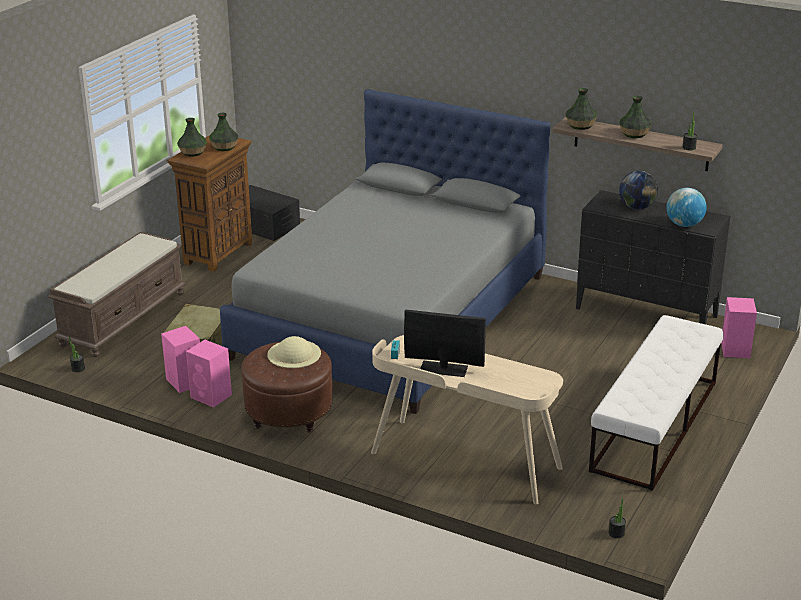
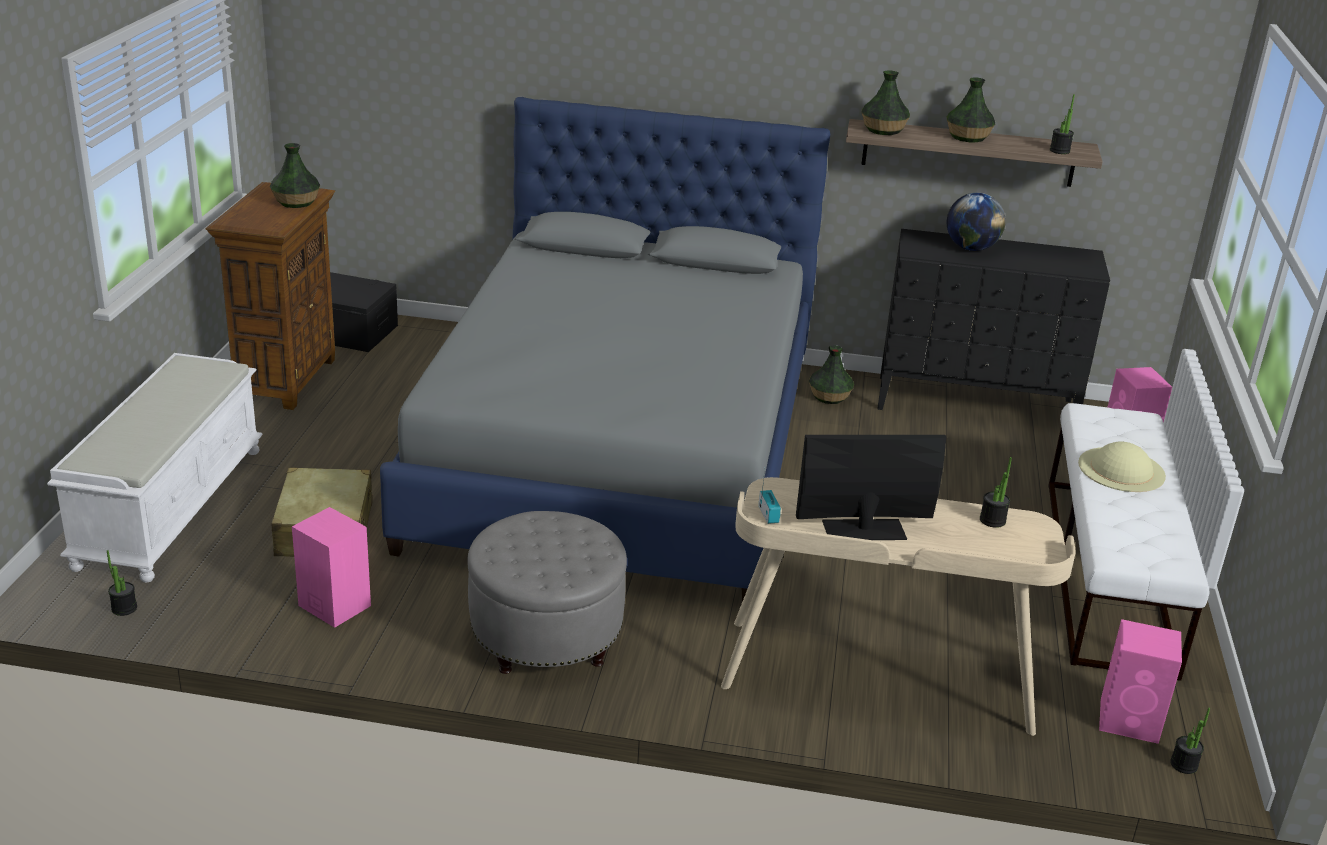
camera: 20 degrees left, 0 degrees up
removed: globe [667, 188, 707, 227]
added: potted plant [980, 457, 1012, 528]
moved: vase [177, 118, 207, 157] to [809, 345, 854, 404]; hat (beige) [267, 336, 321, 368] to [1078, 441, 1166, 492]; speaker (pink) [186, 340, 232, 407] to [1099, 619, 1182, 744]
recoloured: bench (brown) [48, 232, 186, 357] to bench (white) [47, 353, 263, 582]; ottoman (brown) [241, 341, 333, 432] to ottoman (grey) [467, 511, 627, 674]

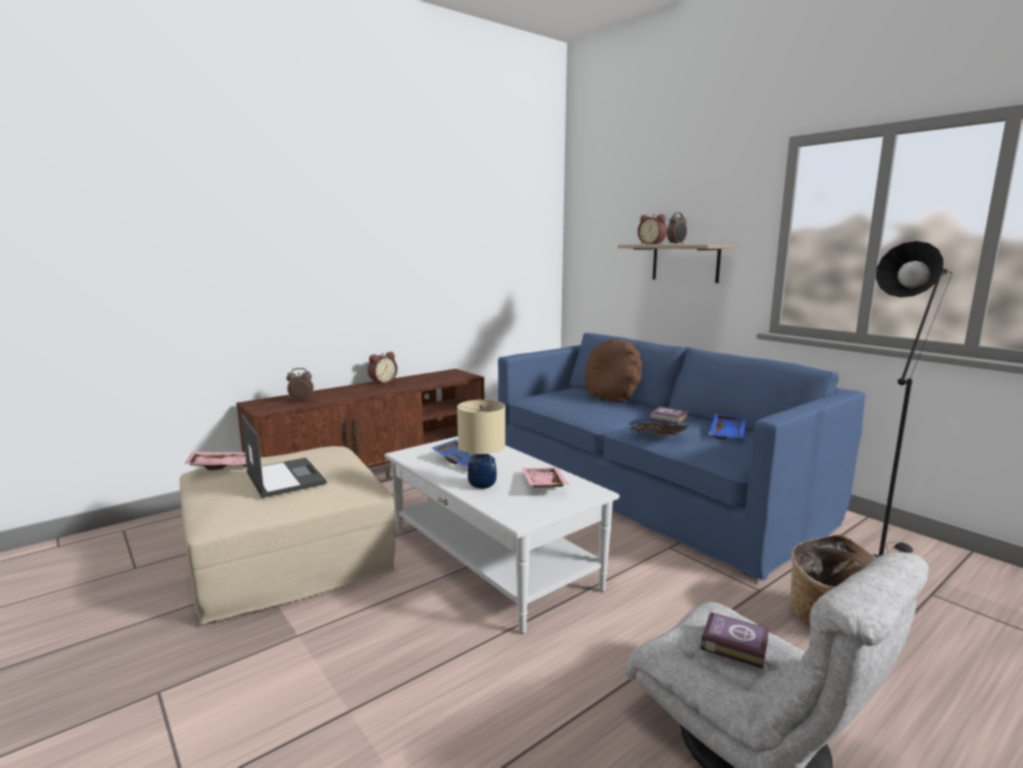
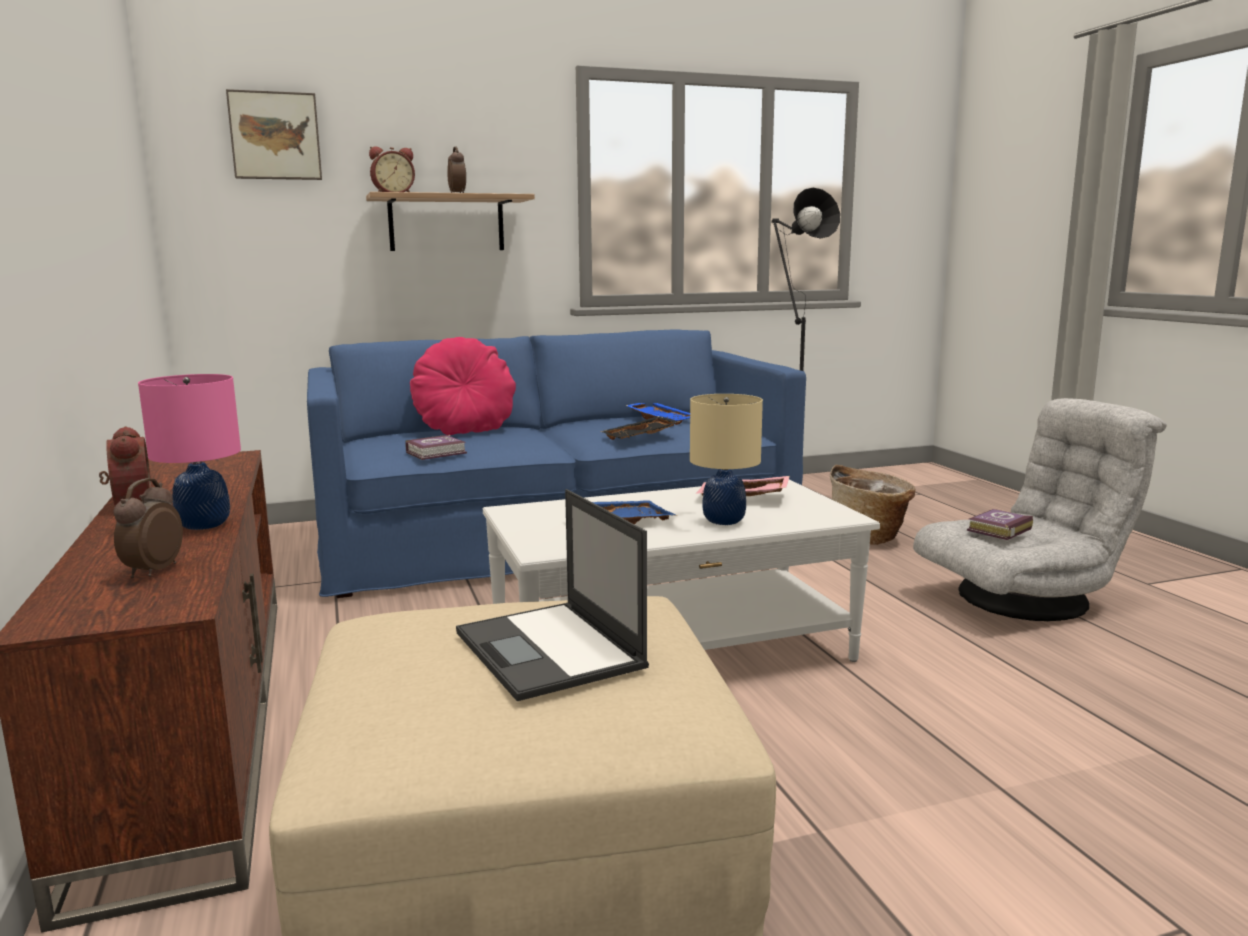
camera: 70 degrees left, 0 degrees up
removed: tray (pink) [185, 452, 247, 470]
added: picture [226, 89, 322, 180]; table lamp (pink) [138, 374, 241, 530]
moved: book [649, 406, 688, 425] to [405, 435, 467, 460]
recoloured: pillow (brown) [584, 339, 642, 403] to pillow (pink) [410, 337, 516, 435]
turned: laptop [241, 415, 327, 498] = [456, 489, 649, 701] 105 degrees counterclockwise

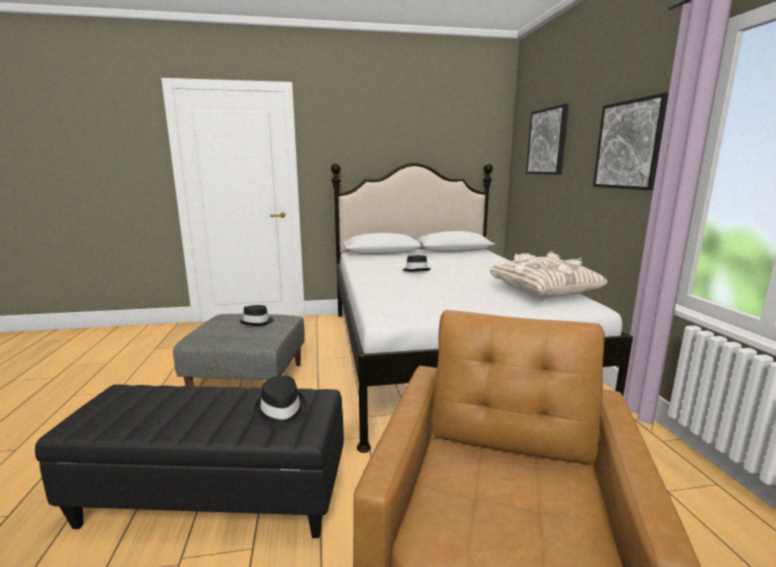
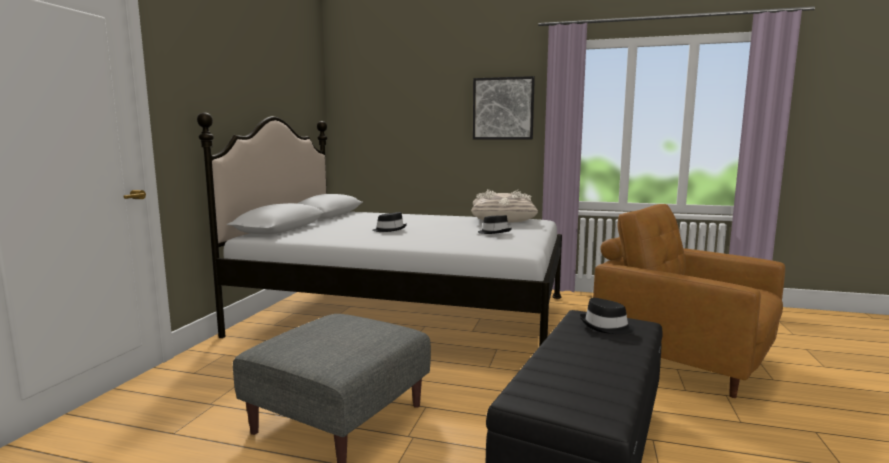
camera: 65 degrees left, 5 degrees down
removed: picture [526, 104, 569, 174]
moved: hat (black) [240, 305, 274, 326] to [478, 215, 512, 234]

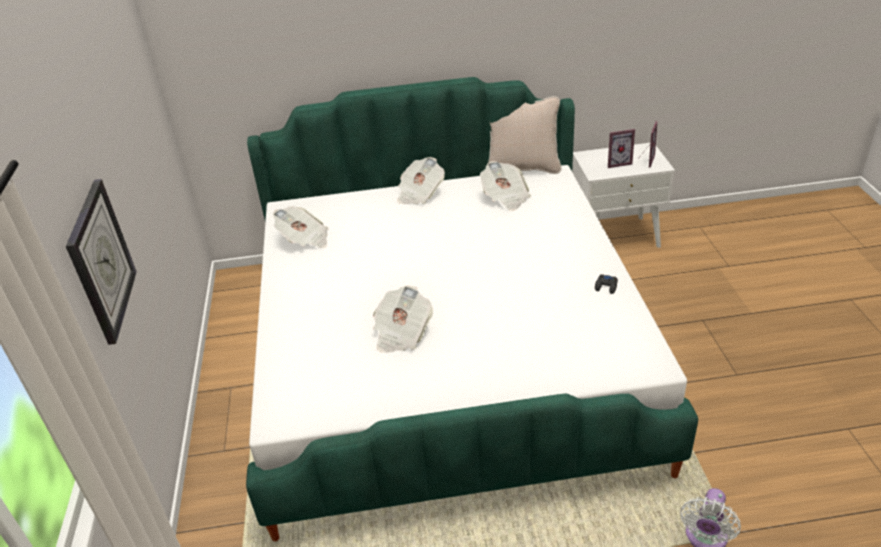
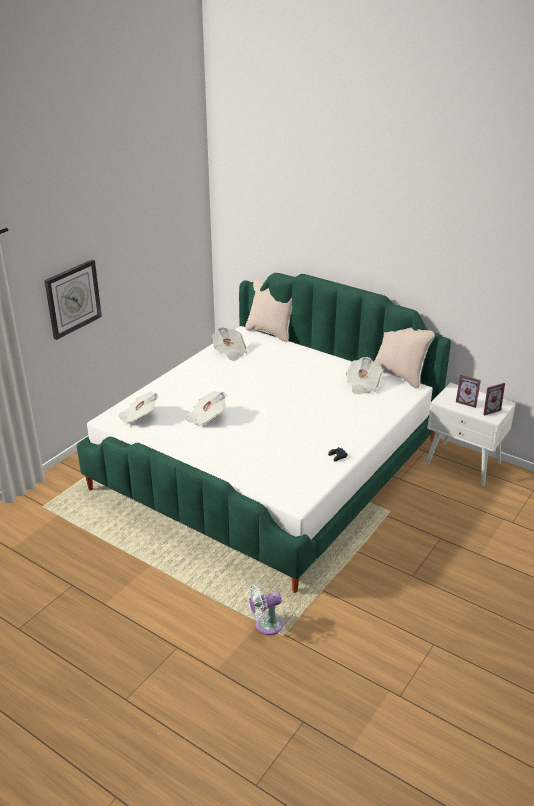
camera: 40 degrees right, 5 degrees down
added: pillow (beige) [245, 279, 292, 342]
moved: newspaper [397, 157, 445, 204] to [118, 391, 159, 425]

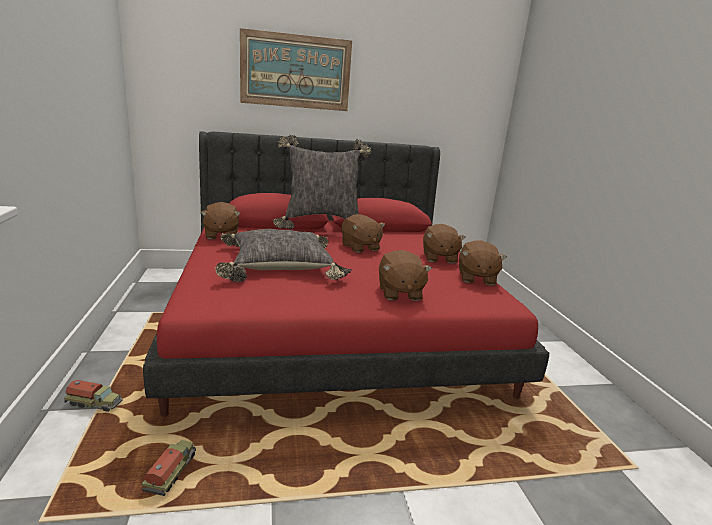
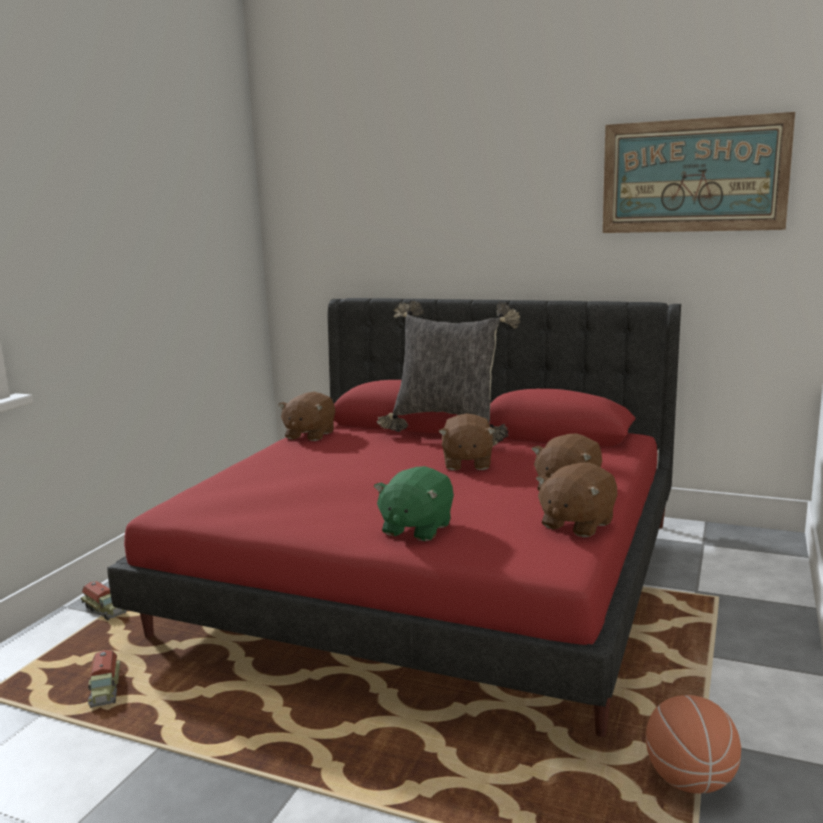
camera: 35 degrees right, 5 degrees down
removed: pillow [215, 229, 352, 282]
added: basketball [646, 695, 741, 794]
moved: picture [240, 28, 352, 111] to [603, 112, 795, 233]
recoloured: plush toy (brown) [379, 250, 432, 301] to plush toy (green) [374, 466, 454, 541]
turned: toy truck [142, 440, 196, 496] = [88, 650, 120, 708] 120 degrees clockwise

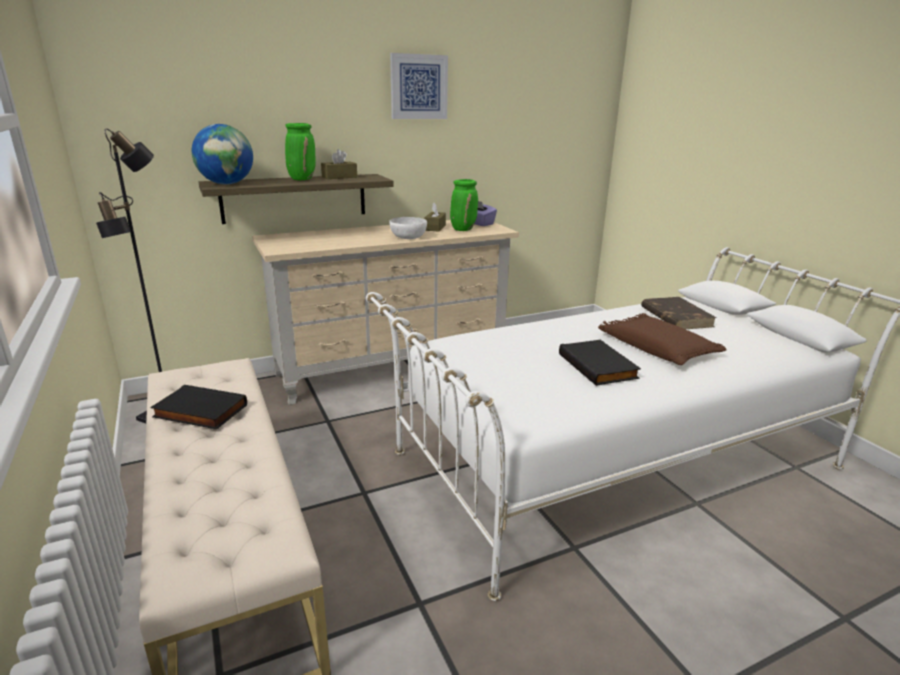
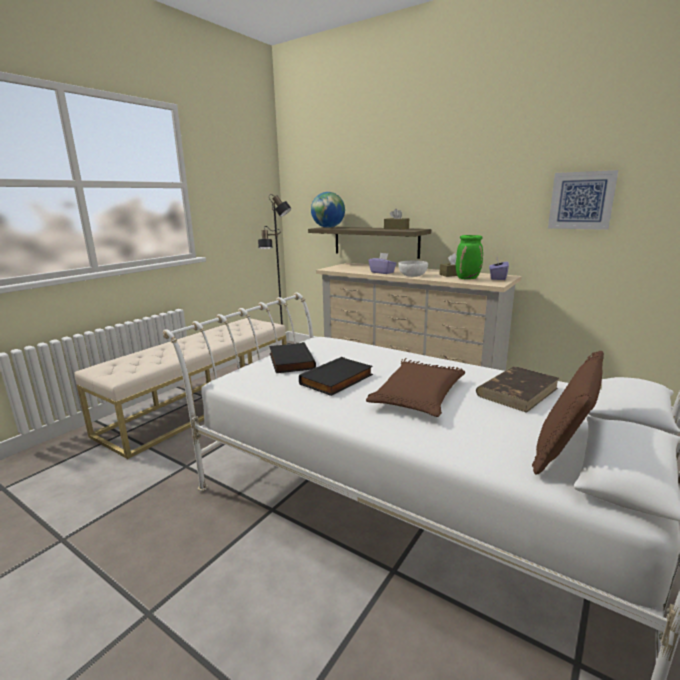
camera: 60 degrees right, 5 degrees down
removed: vase (green) [285, 123, 316, 180]
added: tissue box (purple) [369, 253, 397, 274]; pillow (brown) [532, 351, 604, 475]
moved: picture [390, 53, 448, 119] to [548, 170, 618, 230]; book (black) [150, 385, 247, 429] to [269, 342, 316, 373]

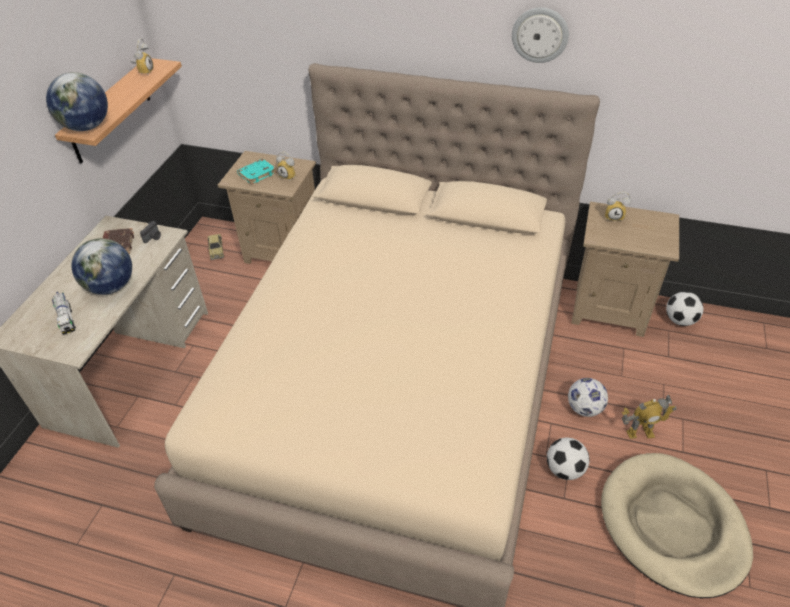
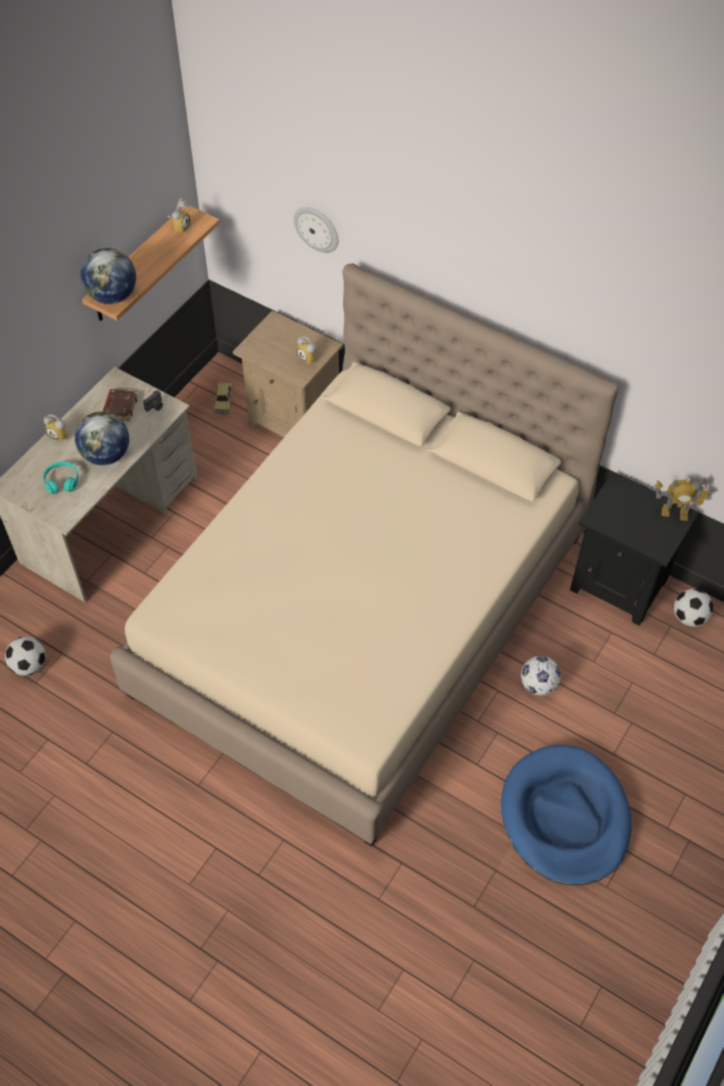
camera: 15 degrees right, 10 degrees up
removed: book (turquoise) [237, 159, 277, 185]
moved: wall clock [512, 8, 569, 63] to [294, 207, 338, 253]; alarm clock [605, 192, 631, 222] to [44, 414, 68, 442]; toy robot [622, 395, 677, 439] to [655, 478, 711, 521]; football [547, 437, 590, 480] to [5, 636, 46, 676]
replaced: toy truck [52, 292, 76, 335] to headphones (turquoise) [43, 461, 78, 494]
recoloured: nightstand (beige) [571, 202, 679, 337] to nightstand (black) [570, 472, 699, 626]; dog bed (beige) [601, 453, 753, 598] to dog bed (blue) [501, 745, 632, 885]

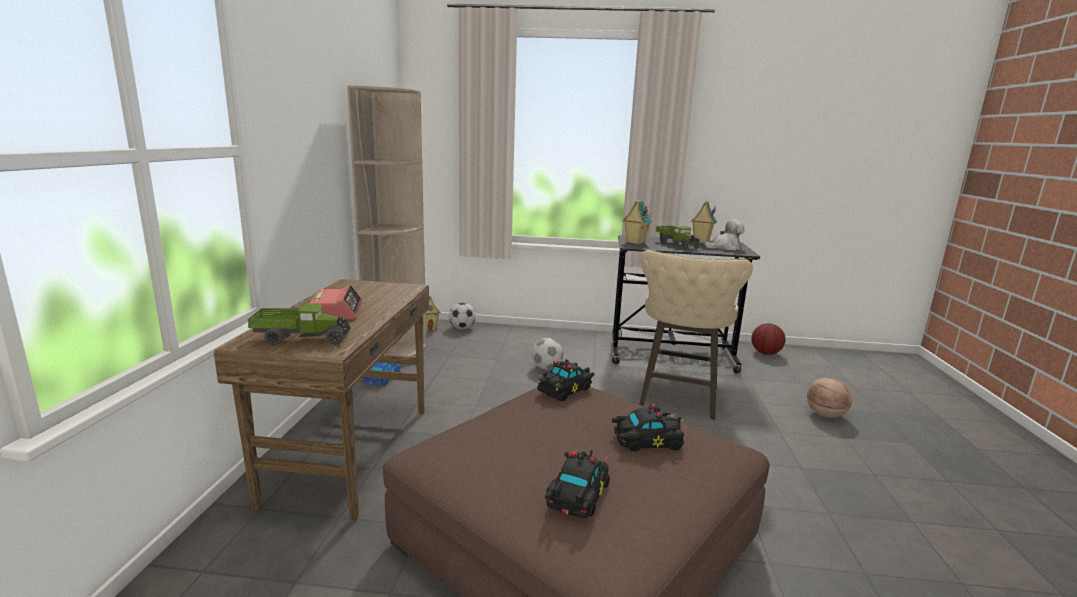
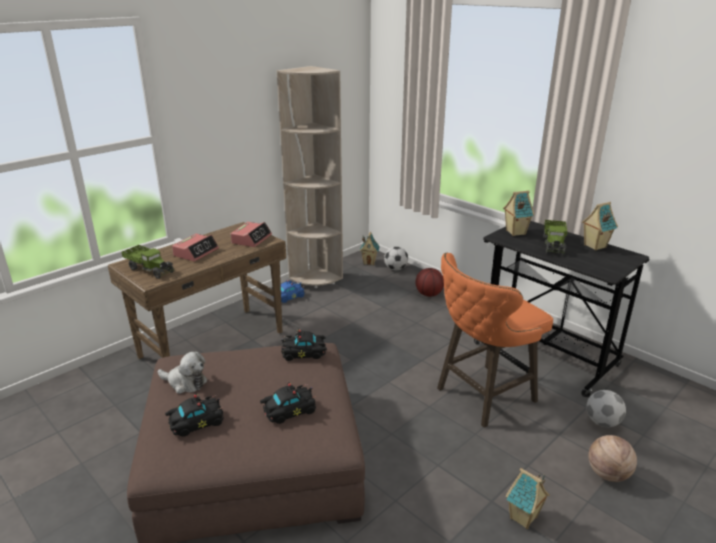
camera: 40 degrees right, 10 degrees up
added: alarm clock [231, 222, 272, 247]; toy house [506, 468, 549, 529]
moved: plush toy [704, 219, 744, 251] to [158, 351, 207, 394]; basketball [751, 323, 785, 355] to [415, 268, 444, 297]; football [532, 338, 563, 370] to [586, 390, 626, 427]
recoloured: stool (beige) [639, 249, 753, 419] to stool (orange) [437, 253, 553, 428]
turned: toy car (black) [612, 403, 686, 452] = [260, 382, 316, 424] 60 degrees counterclockwise

